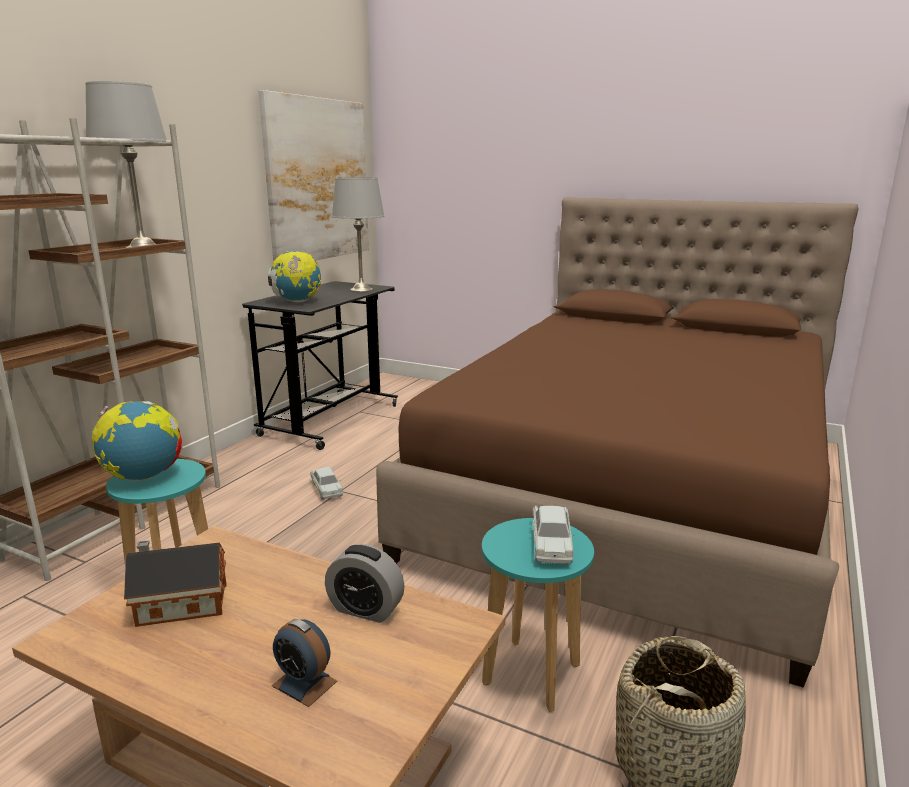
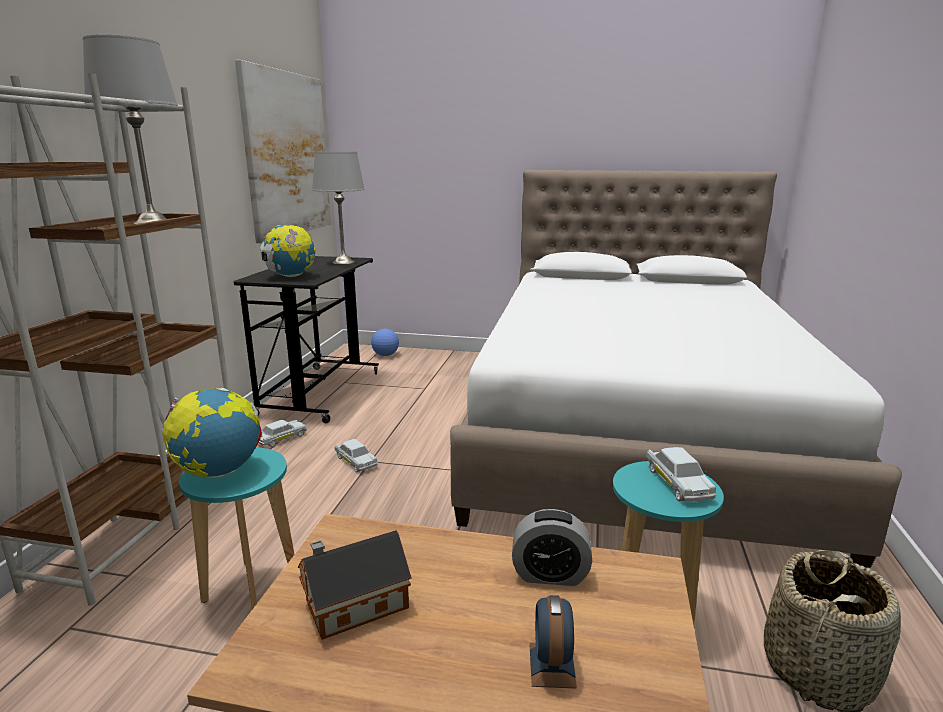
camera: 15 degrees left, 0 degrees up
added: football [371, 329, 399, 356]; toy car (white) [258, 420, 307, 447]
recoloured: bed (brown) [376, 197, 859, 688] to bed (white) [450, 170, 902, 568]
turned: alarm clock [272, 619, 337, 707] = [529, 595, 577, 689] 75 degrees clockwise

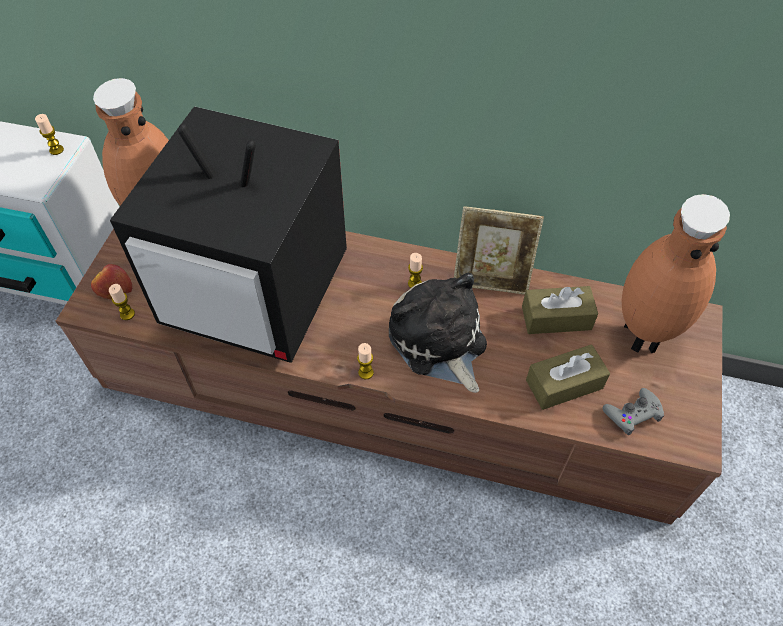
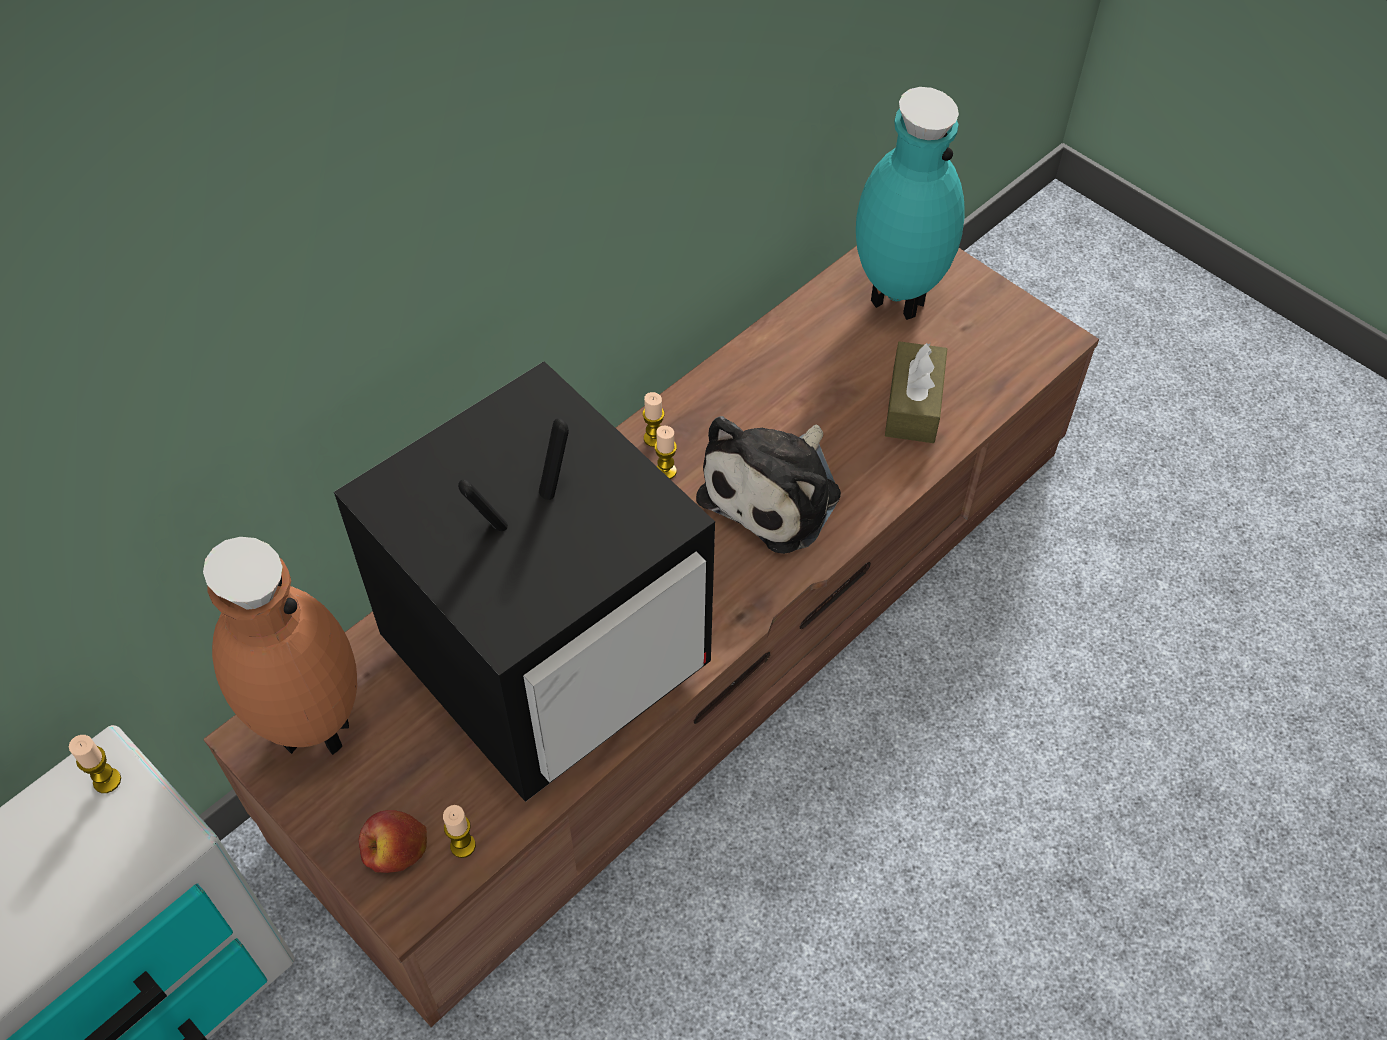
camera: 60 degrees left, 0 degrees up
removed: picture frame [454, 206, 544, 295]; tissue box (brown) [522, 286, 598, 334]; game controller (grey) [603, 388, 664, 435]
moved: candle [357, 343, 374, 379] to [643, 392, 664, 447]
recoloured: vase (brown) [622, 194, 730, 353] to vase (turquoise) [856, 87, 965, 320]
turned: plush toy [389, 273, 487, 393] = [696, 416, 841, 554] 60 degrees counterclockwise

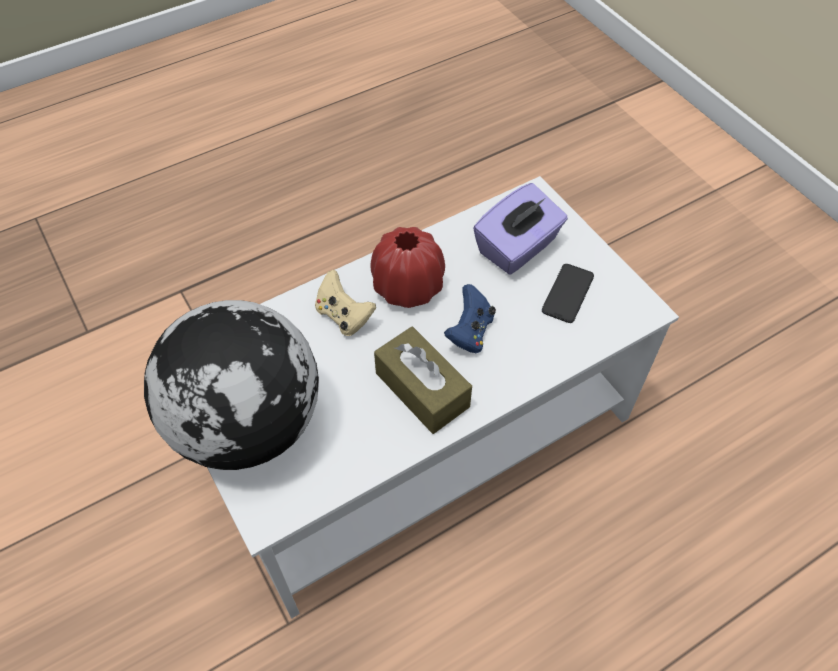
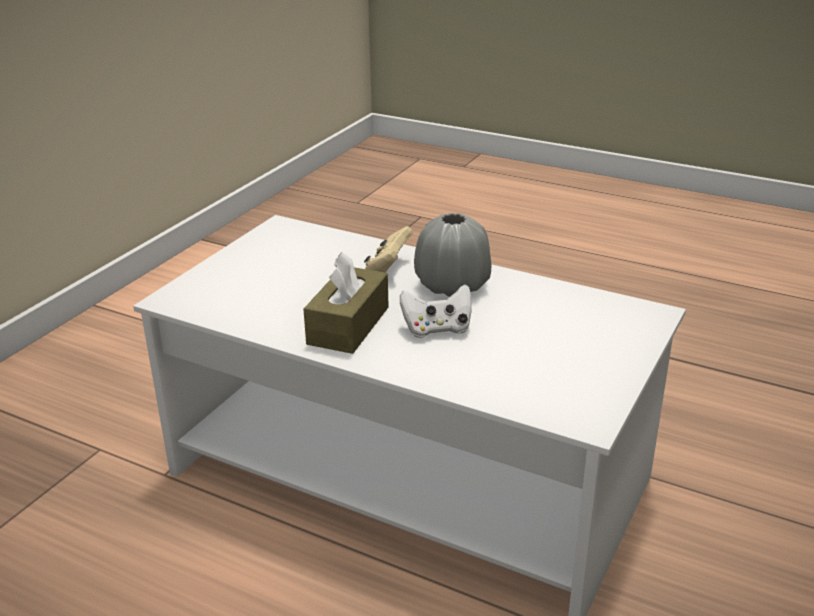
camera: 60 degrees right, 25 degrees down
removed: tissue box (purple) [473, 183, 568, 274]; phone [542, 264, 594, 323]; globe [144, 300, 319, 470]
recoloured: vase (red) [370, 227, 445, 308] to vase (grey) [414, 213, 491, 297]; game controller (blue) [444, 284, 496, 354] to game controller (white) [400, 284, 472, 338]

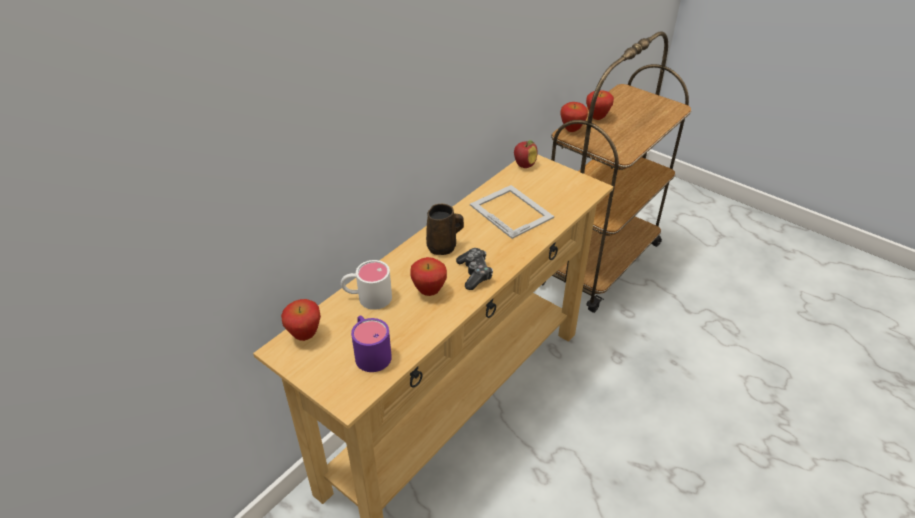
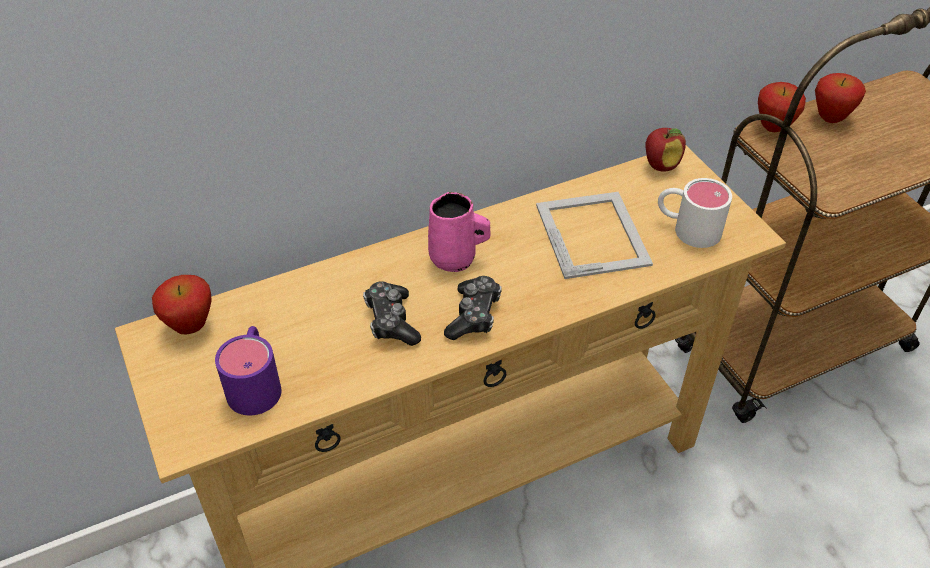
camera: 25 degrees right, 5 degrees up
moved: mug (white) [341, 260, 392, 310] to [658, 178, 732, 248]
replaced: apple [410, 257, 447, 296] to game controller [363, 281, 421, 346]
recoloured: mug (brown) [426, 204, 464, 255] to mug (pink) [428, 192, 490, 272]

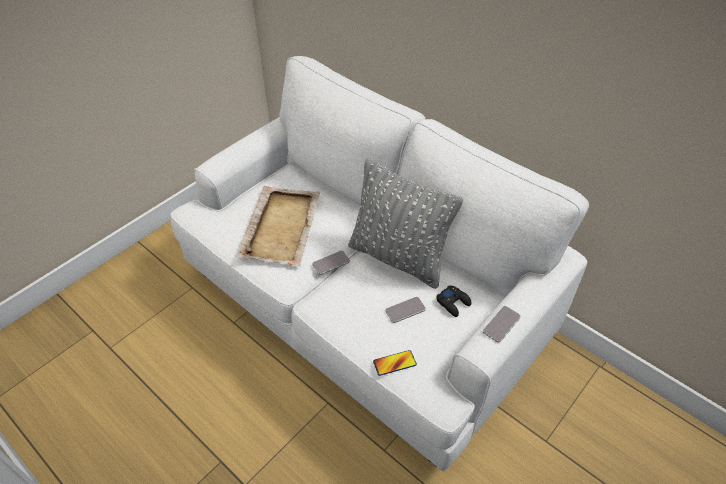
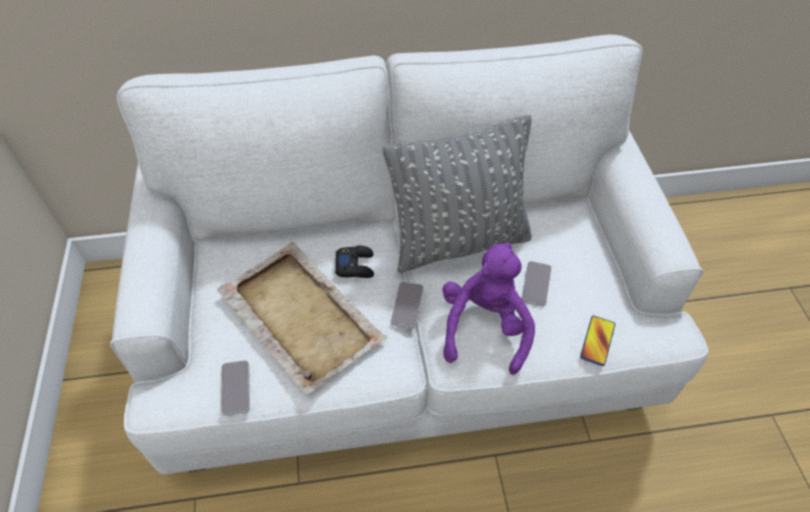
camera: 50 degrees left, 5 degrees up
added: plush toy (purple) [442, 242, 535, 375]
moved: game controller (black) [436, 285, 472, 317] to [335, 246, 374, 278]; phone [483, 306, 521, 342] to [221, 360, 250, 415]

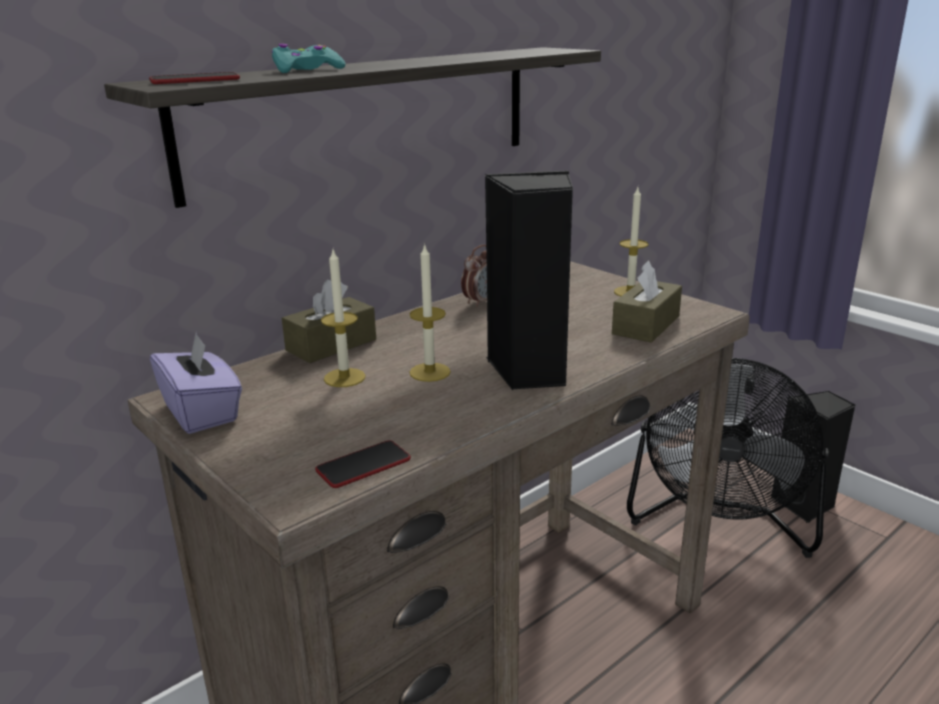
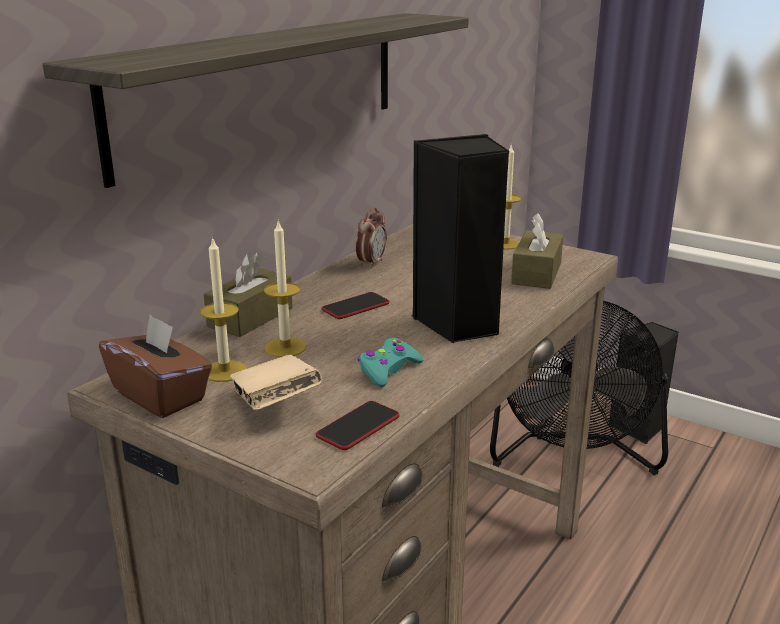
camera: 15 degrees left, 0 degrees up
added: book (beige) [230, 355, 322, 411]
moved: game controller (turquoise) [272, 44, 346, 73] to [358, 338, 424, 387]; phone [149, 72, 240, 84] to [322, 292, 390, 319]; candle [409, 243, 451, 382] to [200, 237, 247, 382]
recoloured: tissue box (purple) [150, 333, 242, 434] to tissue box (brown) [99, 314, 212, 418]

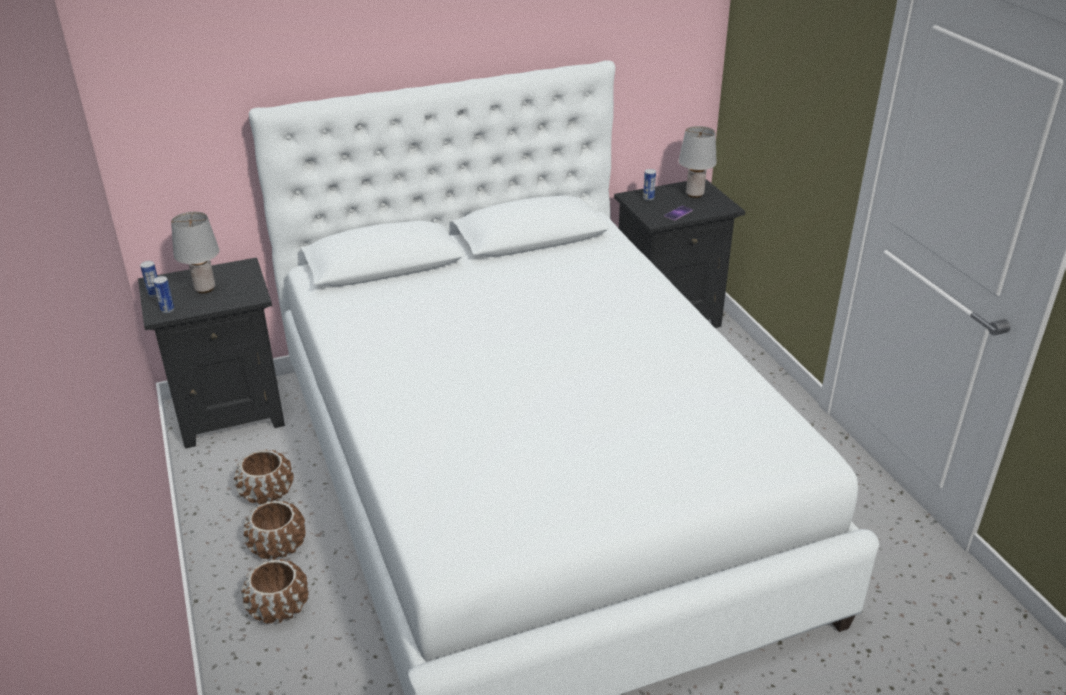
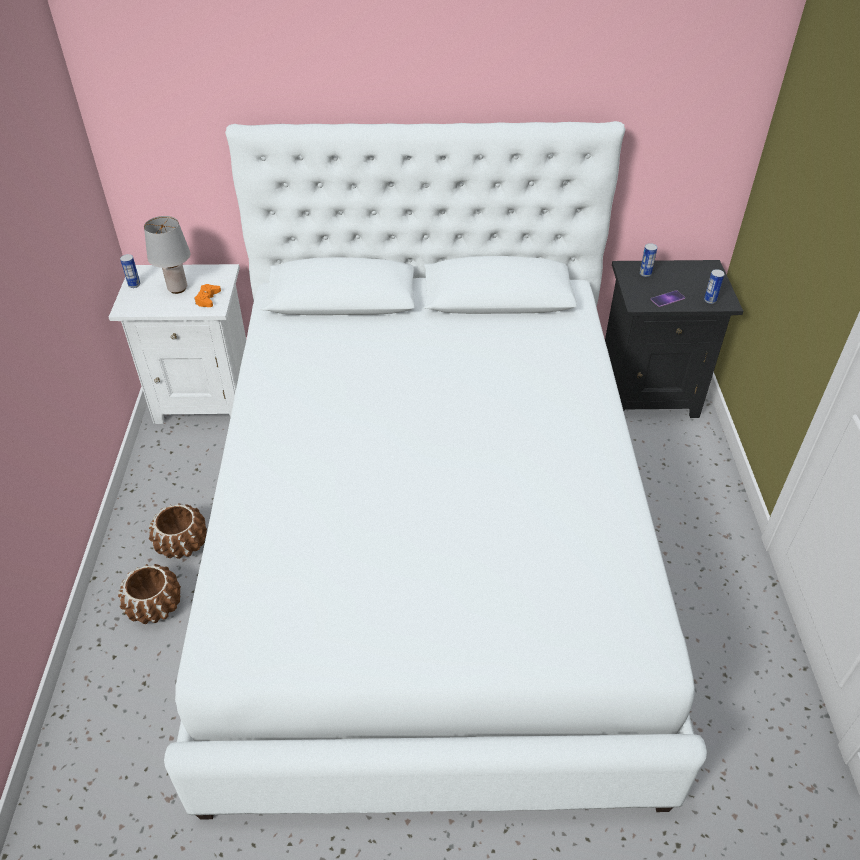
camera: 20 degrees right, 10 degrees up
removed: table lamp (grey) [678, 126, 717, 198]; planter (brown) [234, 450, 294, 505]
added: game controller (orange) [195, 284, 221, 307]
moved: can [153, 276, 174, 313] to [704, 269, 724, 304]
recoloured: nightstand (black) [138, 257, 285, 449] to nightstand (white) [109, 264, 246, 424]

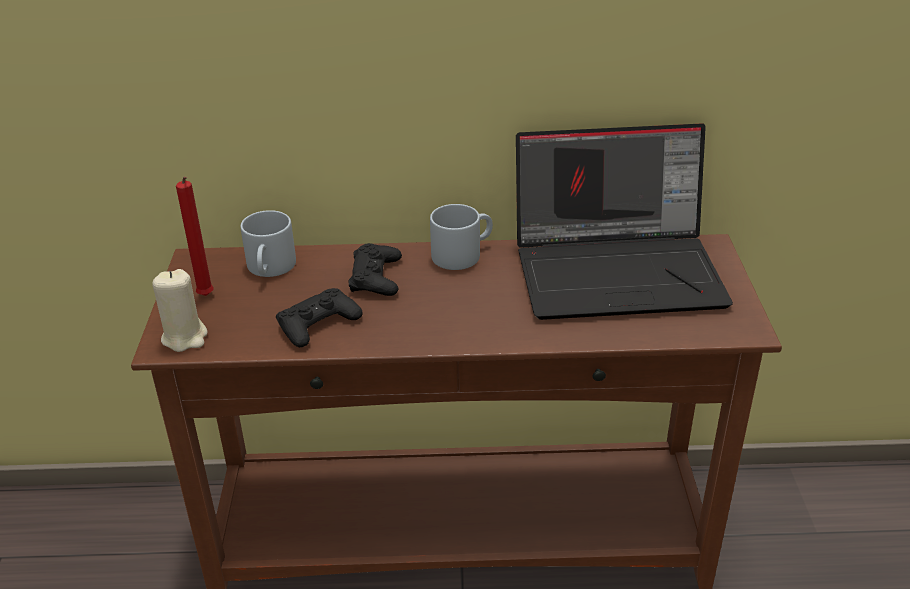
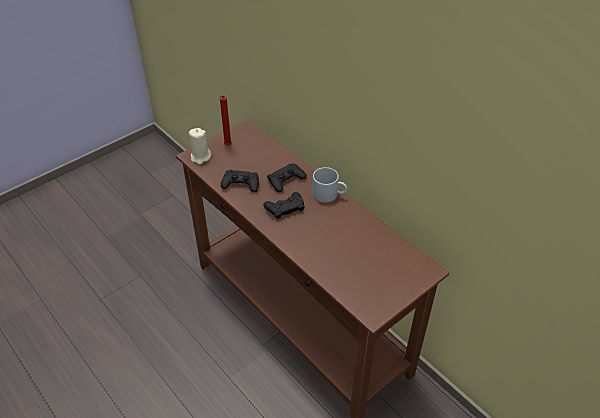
camera: 50 degrees right, 10 degrees up
removed: laptop [516, 123, 733, 320]; mug (grey) [240, 210, 296, 277]
added: game controller (black) [263, 192, 304, 219]

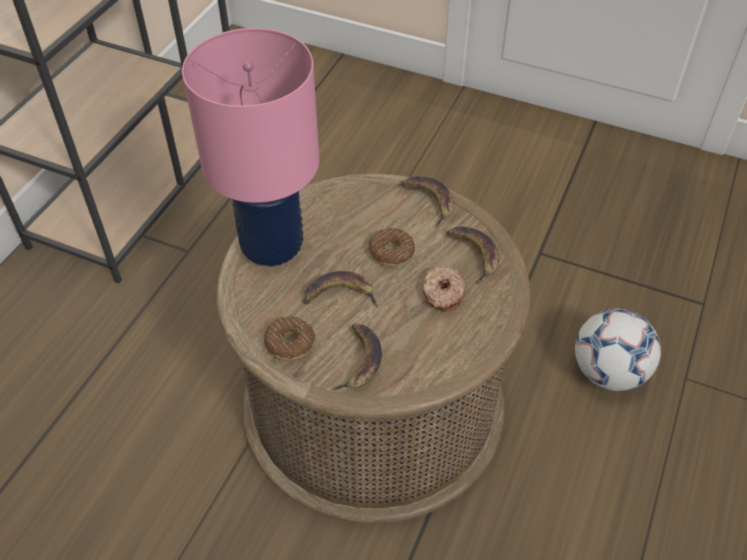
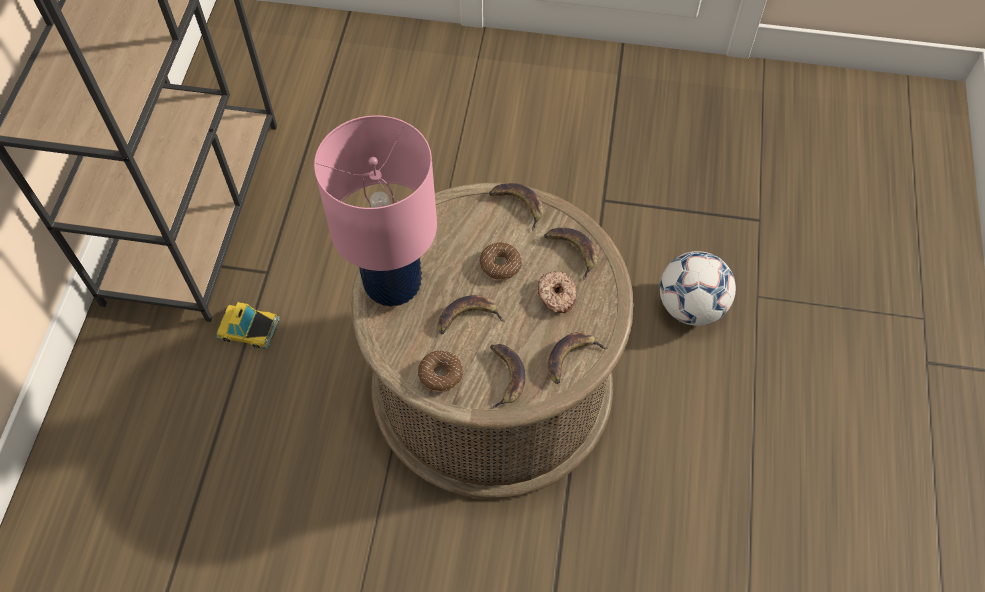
camera: 15 degrees left, 10 degrees up
added: toy car [216, 302, 280, 349]; banana [548, 331, 608, 384]

